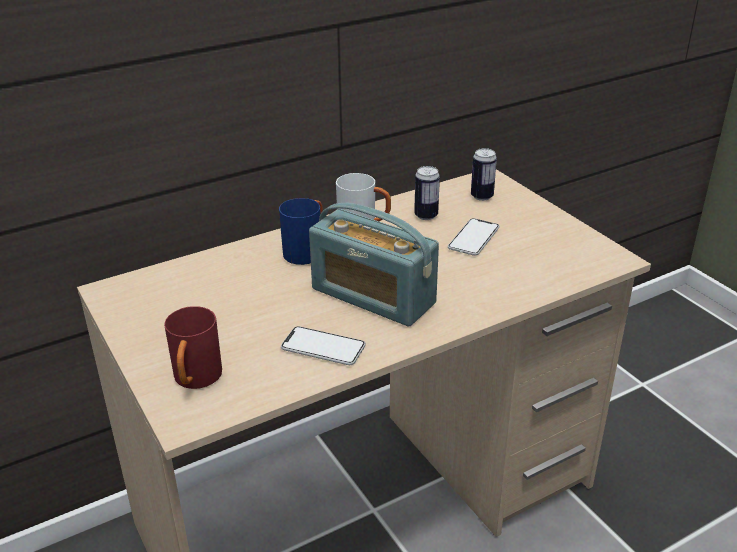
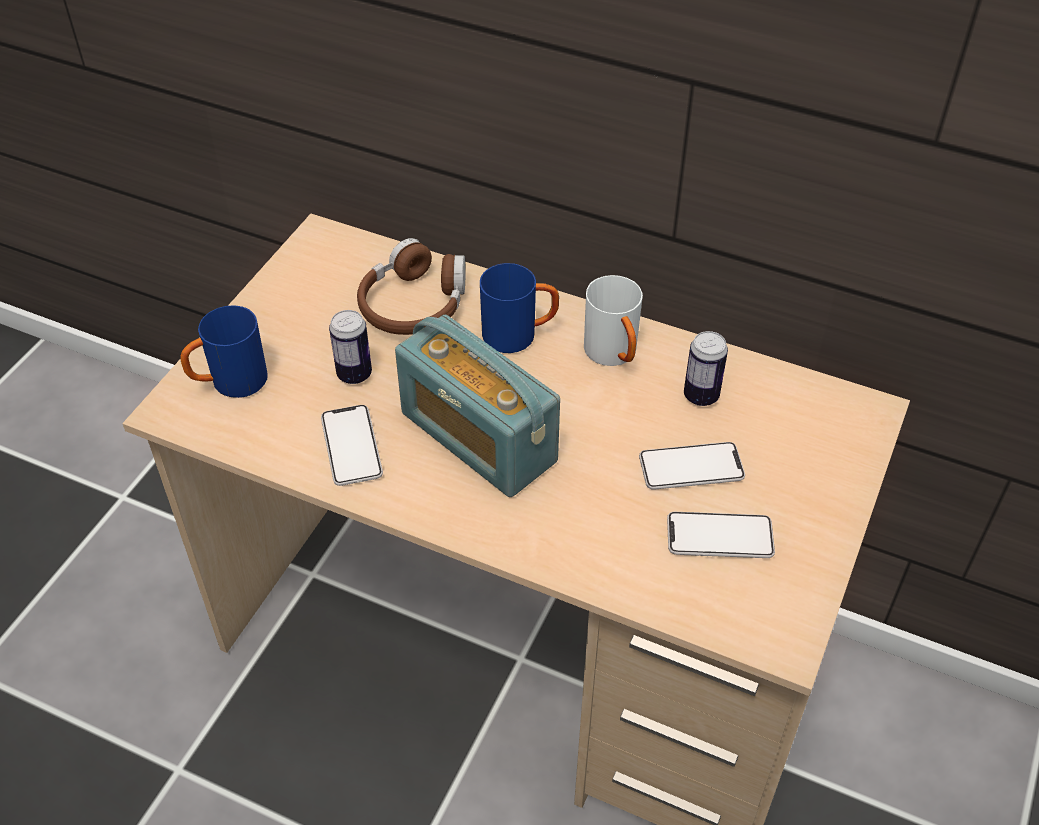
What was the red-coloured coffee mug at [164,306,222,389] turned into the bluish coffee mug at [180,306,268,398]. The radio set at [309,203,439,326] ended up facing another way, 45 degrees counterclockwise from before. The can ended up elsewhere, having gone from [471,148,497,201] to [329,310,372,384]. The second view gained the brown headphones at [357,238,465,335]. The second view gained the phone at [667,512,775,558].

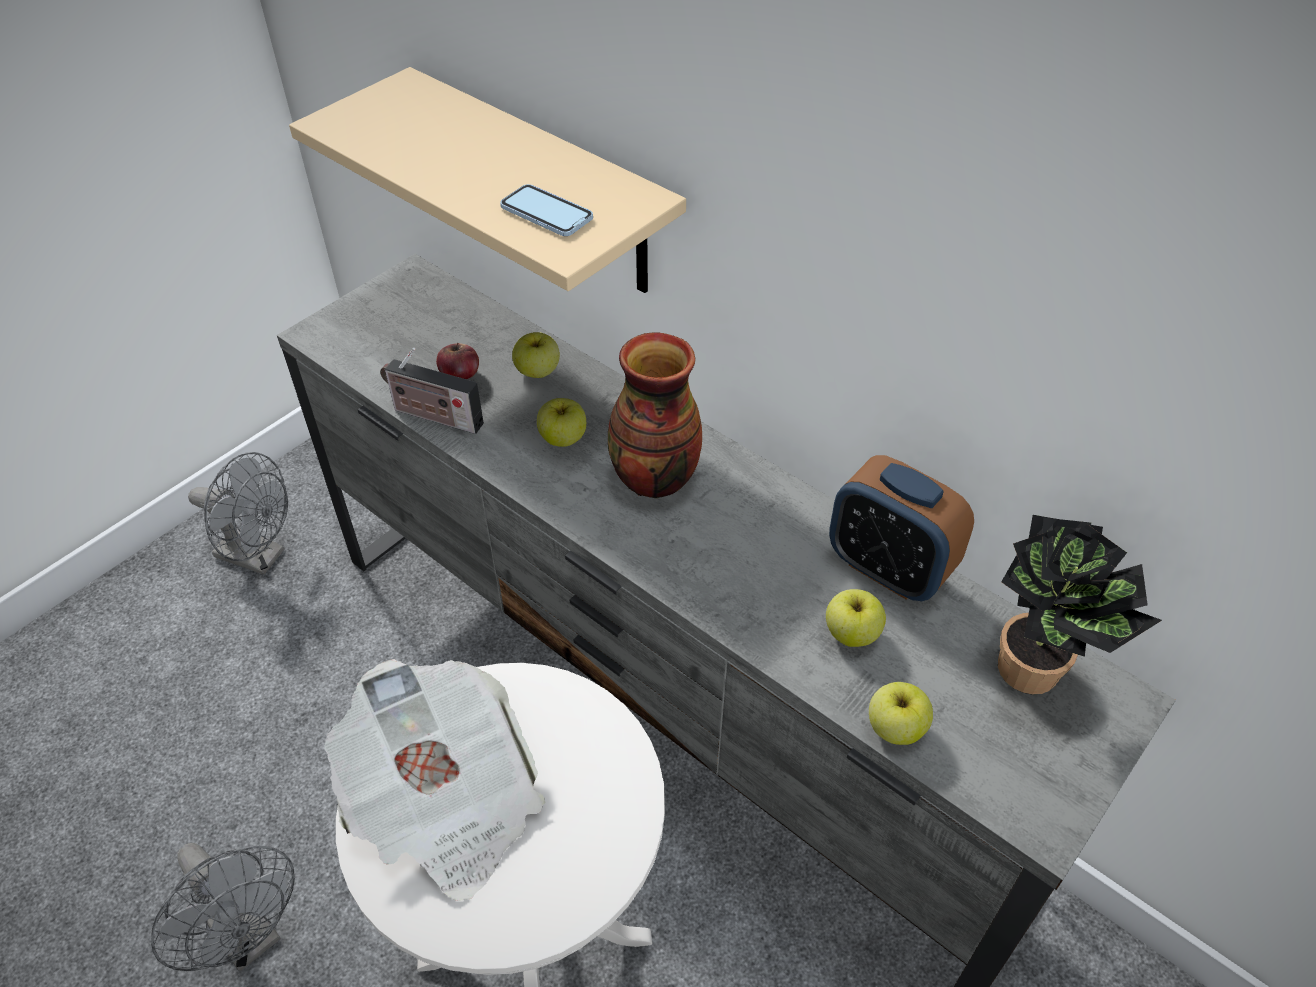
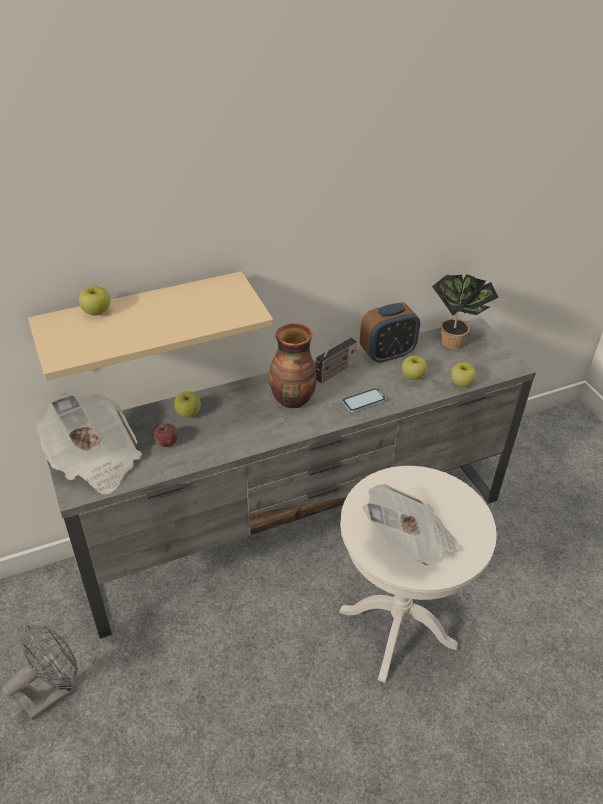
The second view lost the greyish electric fan at [151,843,295,971]. The radio set ended up elsewhere, having gone from [380,348,484,434] to [315,338,357,383]. The phone ended up elsewhere, having gone from [500,184,593,236] to [342,388,386,412]. The apple ended up elsewhere, having gone from [537,398,586,447] to [79,286,110,316]. The second view gained the newspaper at [37,393,142,494].

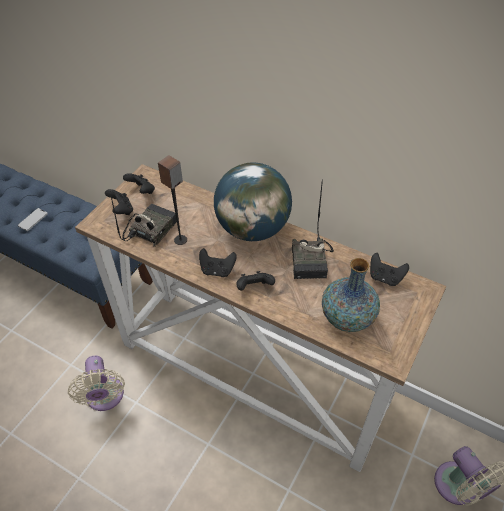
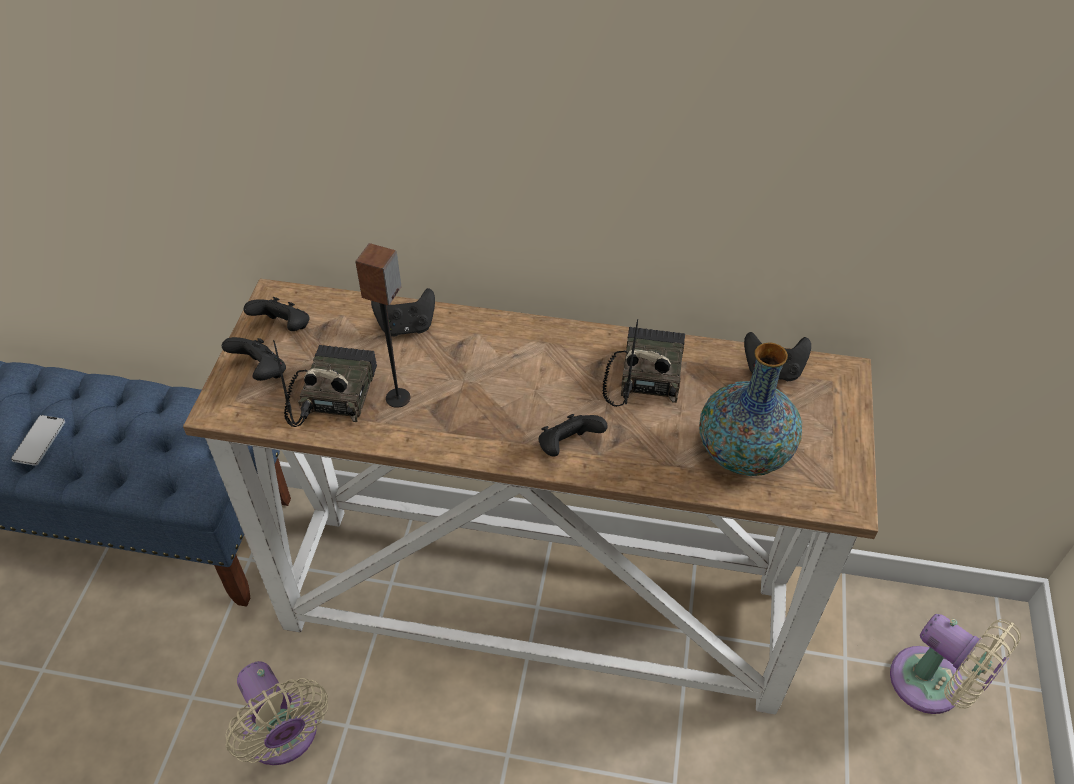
The blackish game controller ended up elsewhere, having gone from [199,248,237,277] to [371,288,435,336]. The second view lost the desk globe at [214,162,292,241]. The radio set at [292,179,334,279] ended up facing another way, 150 degrees counterclockwise from before.

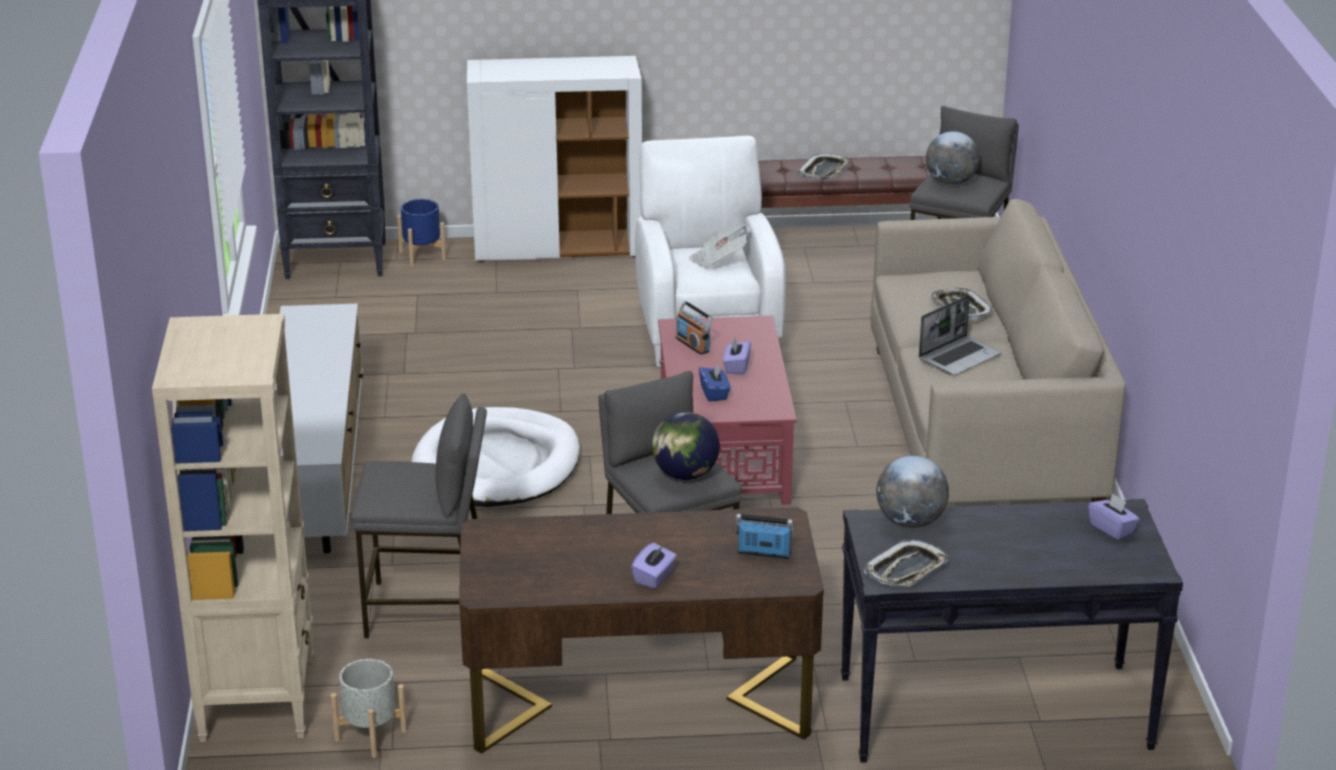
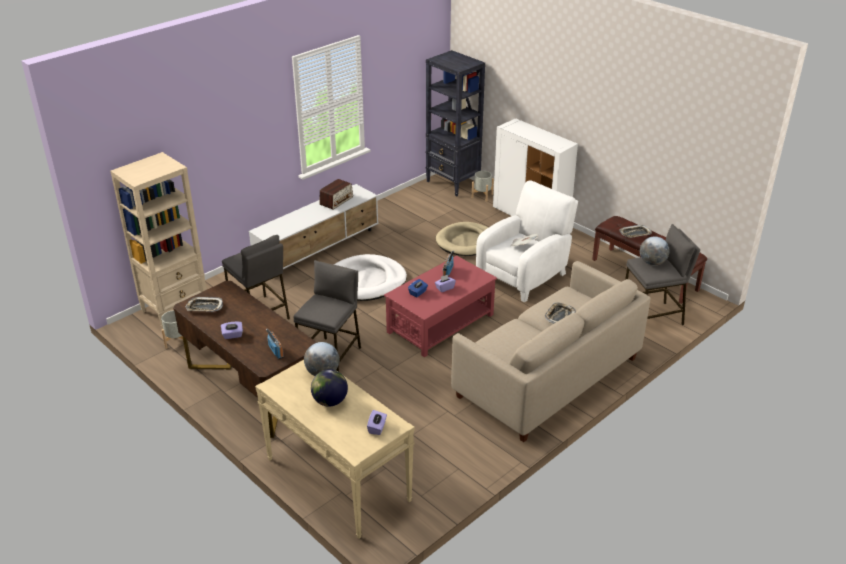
What was the bluish planter at [397,199,446,267] turned into the greyish planter at [472,171,494,202]. The desk globe ended up elsewhere, having gone from [652,412,720,480] to [311,369,348,407]. What was the blackish narrow table at [841,499,1183,763] turned into the sand-coloured narrow table at [255,360,415,539]. The serving tray ended up elsewhere, having gone from [864,539,948,586] to [186,297,223,312]. The second view lost the notebook computer at [919,295,1001,375]. The second view gained the radio set at [320,179,353,210]. The second view gained the sand-coloured dog bed at [436,222,488,256].

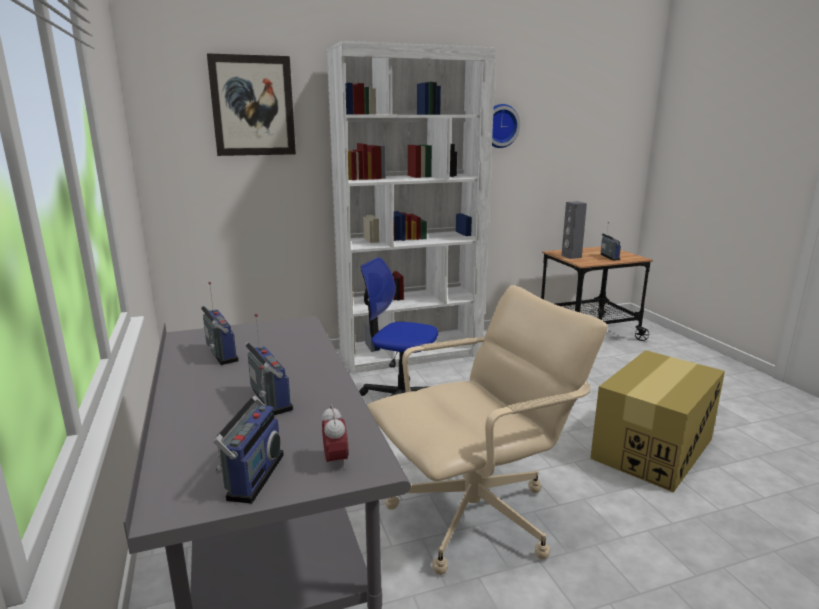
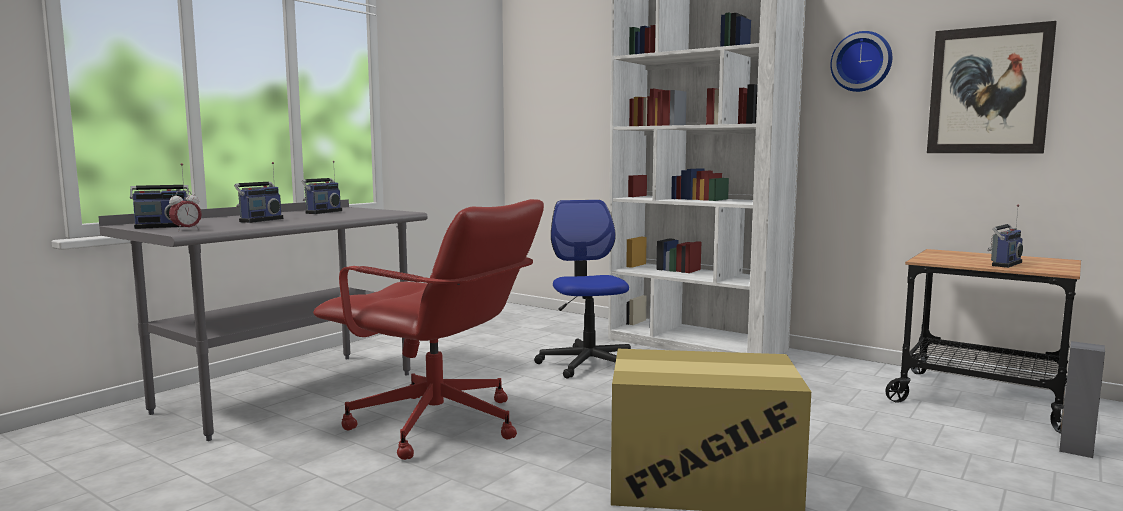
The wall picture ended up elsewhere, having gone from [207,53,296,156] to [927,21,1057,154]. What was the sand-coloured office chair at [367,285,608,575] turned into the red-coloured office chair at [313,199,544,460]. The greyish speaker ended up elsewhere, having gone from [561,201,587,259] to [1059,341,1105,458].

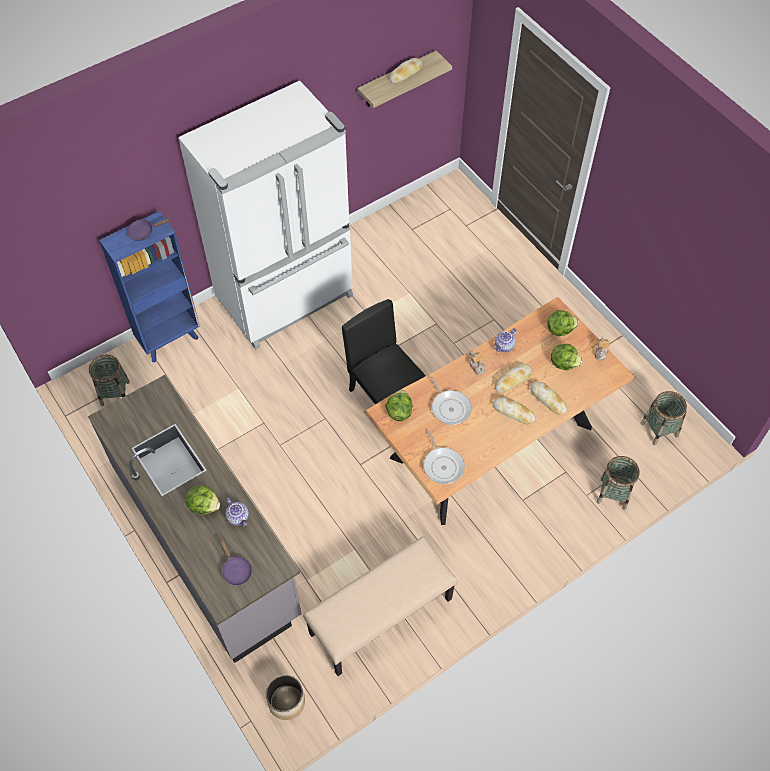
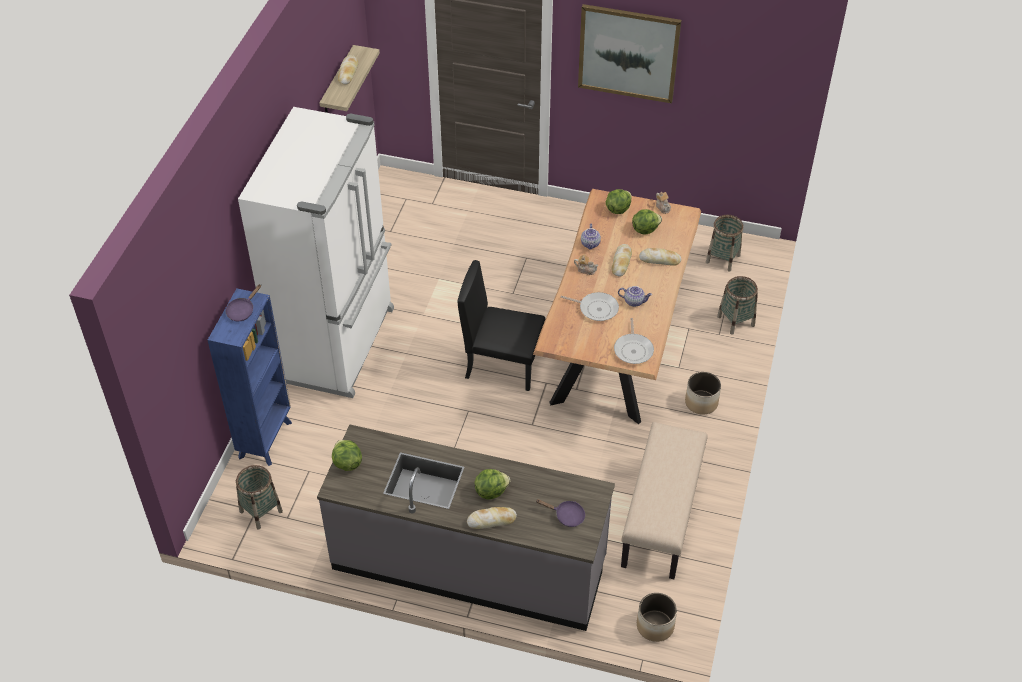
The tea pot ended up elsewhere, having gone from [226,498,249,527] to [618,286,652,307]. The lettuce head ended up elsewhere, having gone from [385,390,413,421] to [332,440,362,471]. The pan at [424,430,465,484] ended up facing another way, 60 degrees clockwise from before. The bread ended up elsewhere, having gone from [493,397,535,424] to [467,507,517,529]. The second view gained the wall picture at [578,4,682,103]. The second view gained the planter at [685,372,721,415].

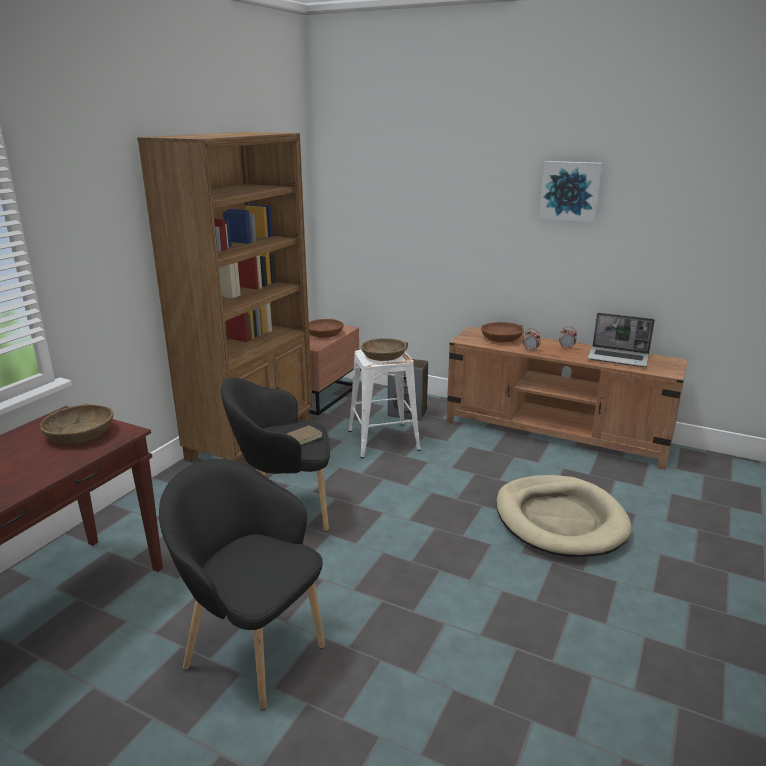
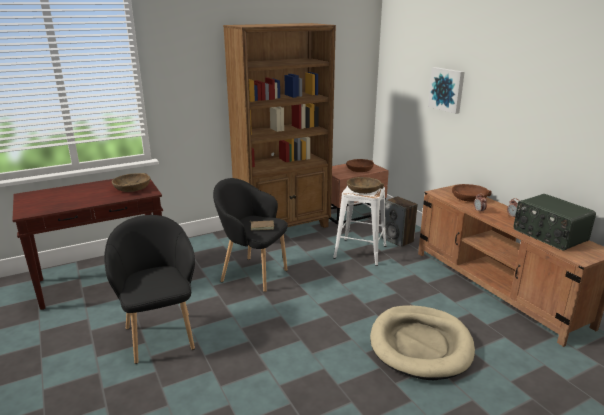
The wall picture ended up elsewhere, having gone from [539,161,603,223] to [428,67,465,114]. Where the notebook computer stood at [588,313,655,367], the radio set came to stand at [513,194,596,251].

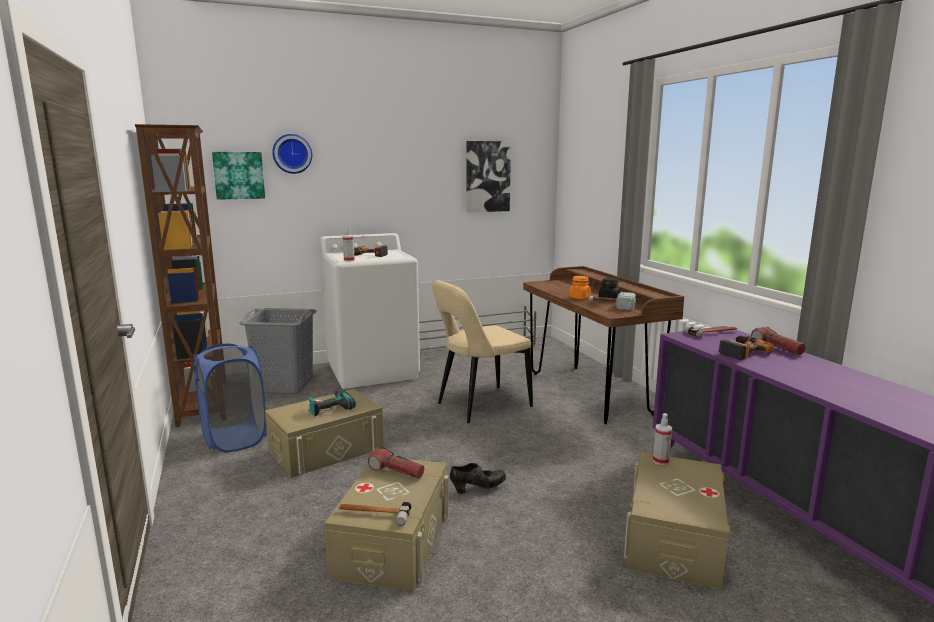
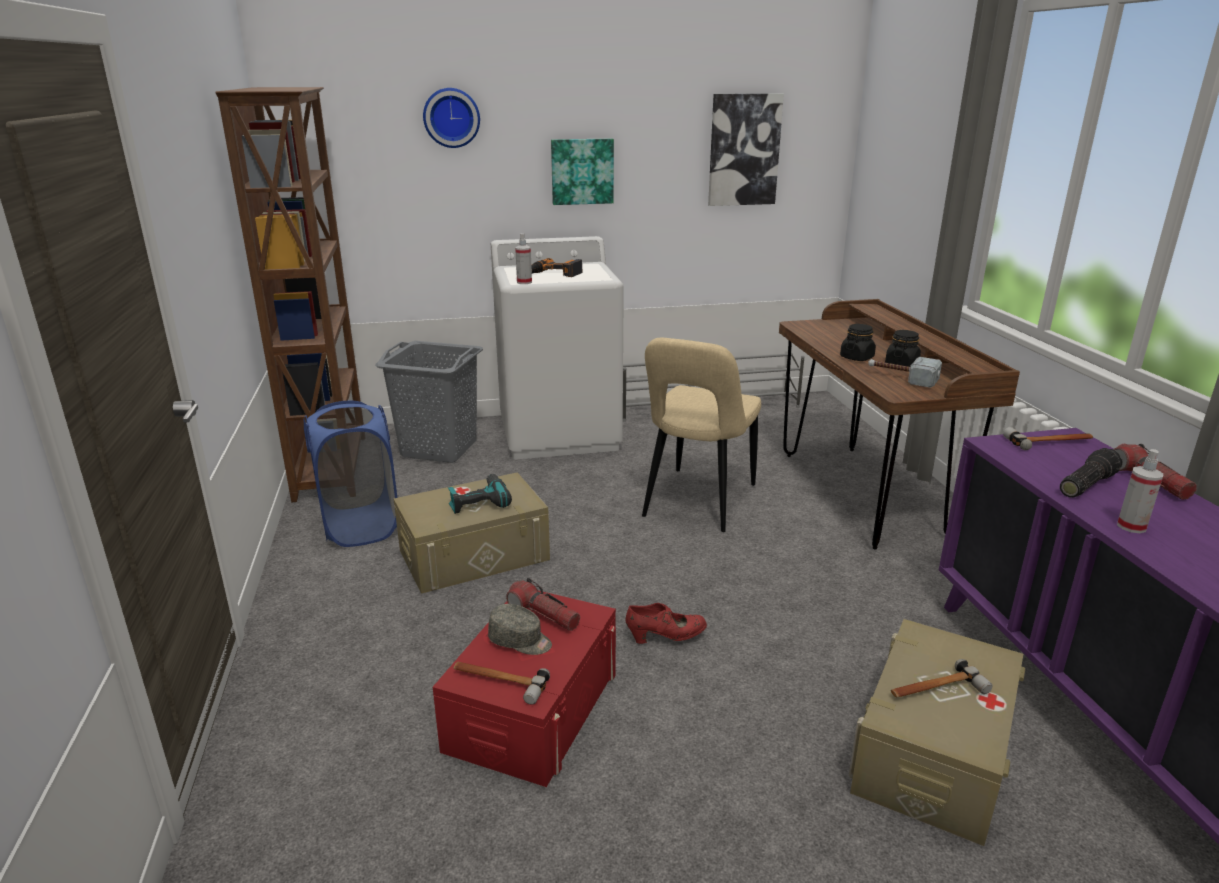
The wall picture ended up elsewhere, having gone from [212,152,265,200] to [551,139,614,205]. What was the sand-coloured storage container at [325,459,449,591] turned into the red-coloured storage container at [433,591,616,787]. The sand-coloured chair at [432,280,533,423] ended up facing another way, 45 degrees counterclockwise from before. What was the blackish item of footwear at [450,463,506,494] turned into the red-coloured item of footwear at [626,603,707,644]. What was the orange storage jar at [569,276,591,299] turned into the blackish storage jar at [840,324,876,361]. The hand sprayer ended up elsewhere, having gone from [653,413,672,465] to [1117,449,1163,533]. Where the power drill stood at [719,335,774,360], the torch came to stand at [1060,448,1122,498]. The second view gained the greyish cap at [488,604,552,655]. The second view gained the hammer at [891,659,992,697].

